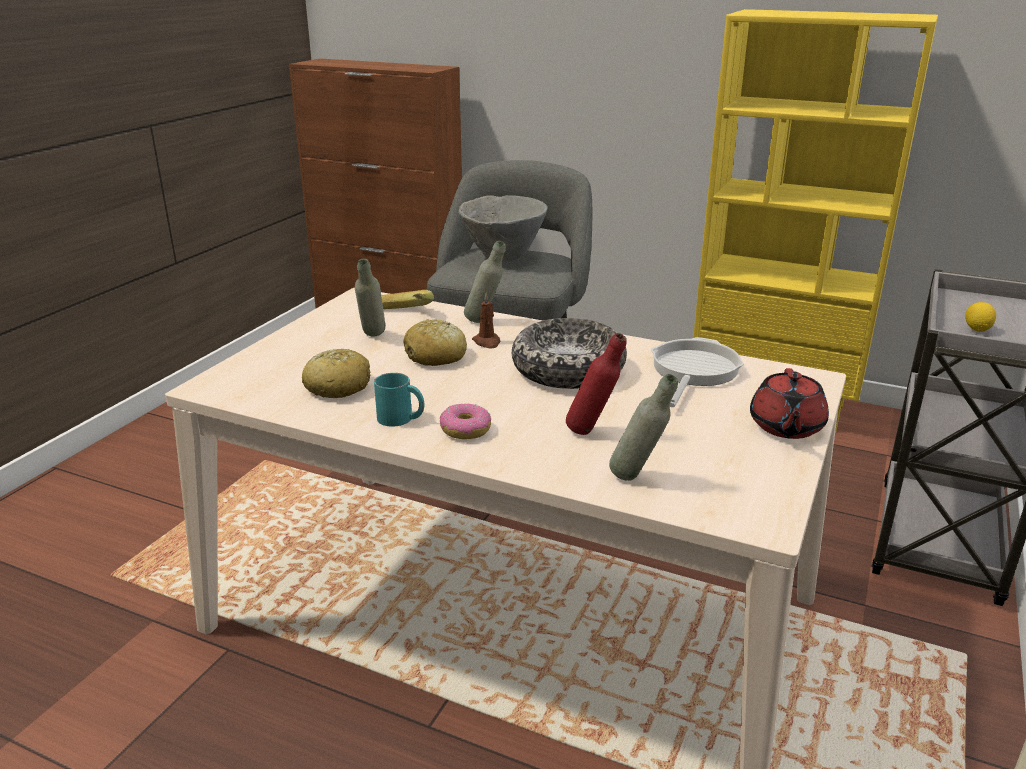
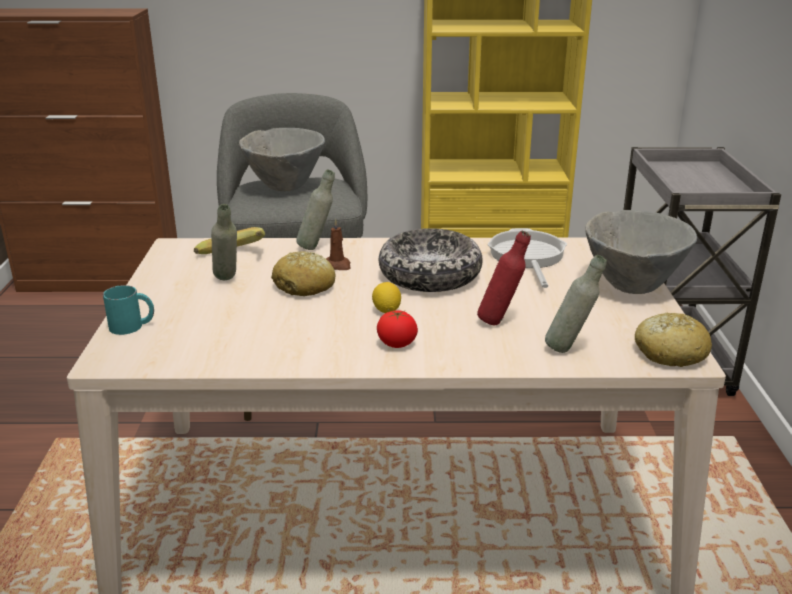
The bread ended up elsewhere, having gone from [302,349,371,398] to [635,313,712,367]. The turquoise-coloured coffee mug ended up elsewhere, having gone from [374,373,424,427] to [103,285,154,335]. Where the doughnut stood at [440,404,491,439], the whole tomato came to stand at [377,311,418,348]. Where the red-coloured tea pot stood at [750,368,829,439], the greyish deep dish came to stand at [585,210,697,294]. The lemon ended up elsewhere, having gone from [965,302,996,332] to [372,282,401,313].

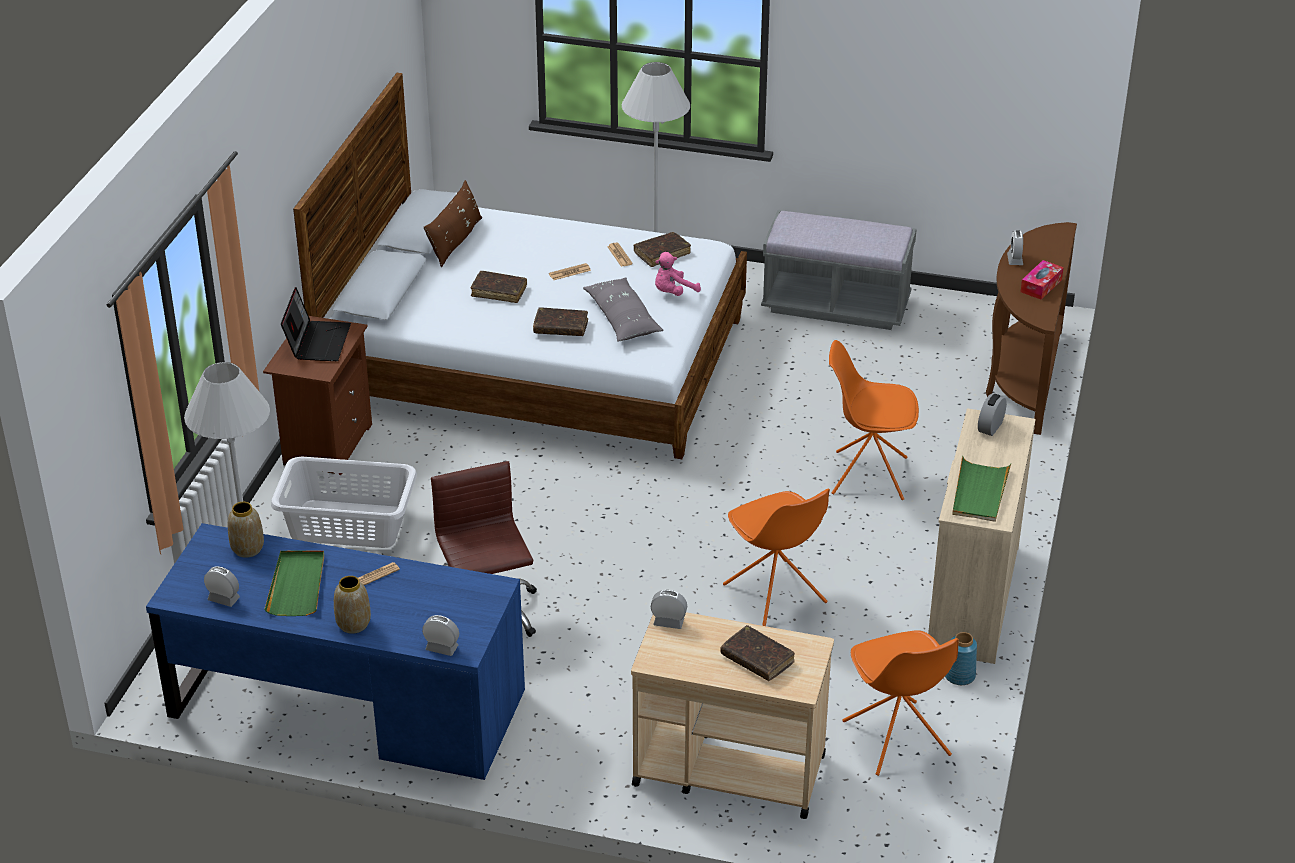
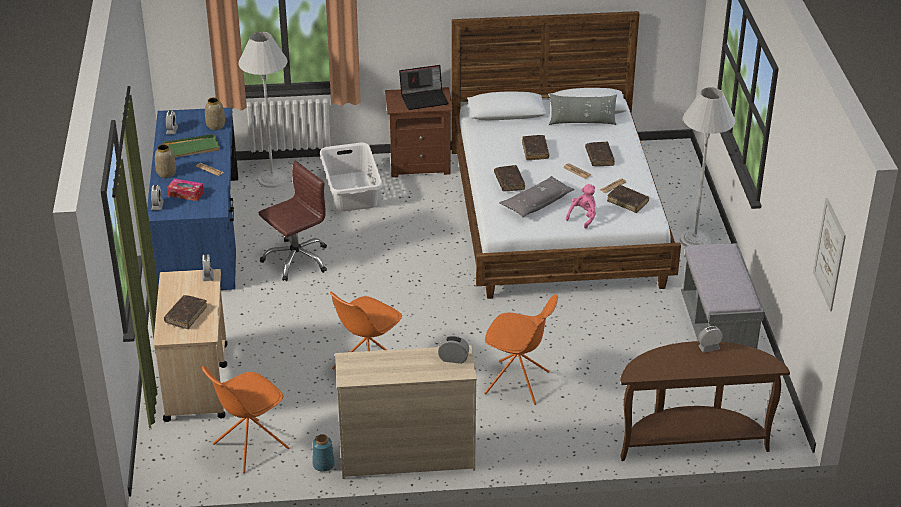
What was the brown throw pillow at [424,180,482,267] turned into the greyish throw pillow at [549,94,617,125]. The pinkish cuddly toy at [655,252,701,296] ended up facing another way, 90 degrees clockwise from before. The orange chair at [829,340,919,500] ended up facing another way, 120 degrees clockwise from before. The second view lost the greenish serving tray at [952,456,1011,522]. The tissue box ended up elsewhere, having gone from [1021,260,1064,300] to [167,179,204,201]. The second view gained the brown book at [585,142,615,166]. The second view gained the wall picture at [813,198,846,311].

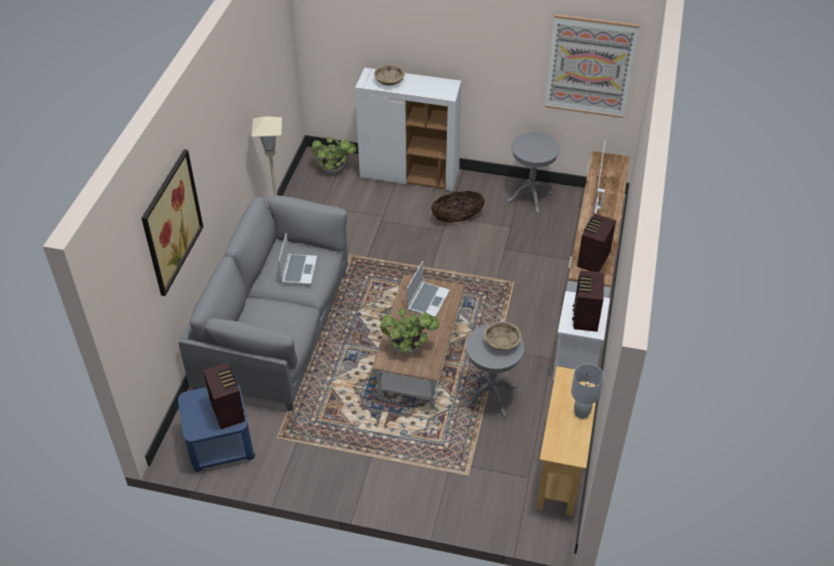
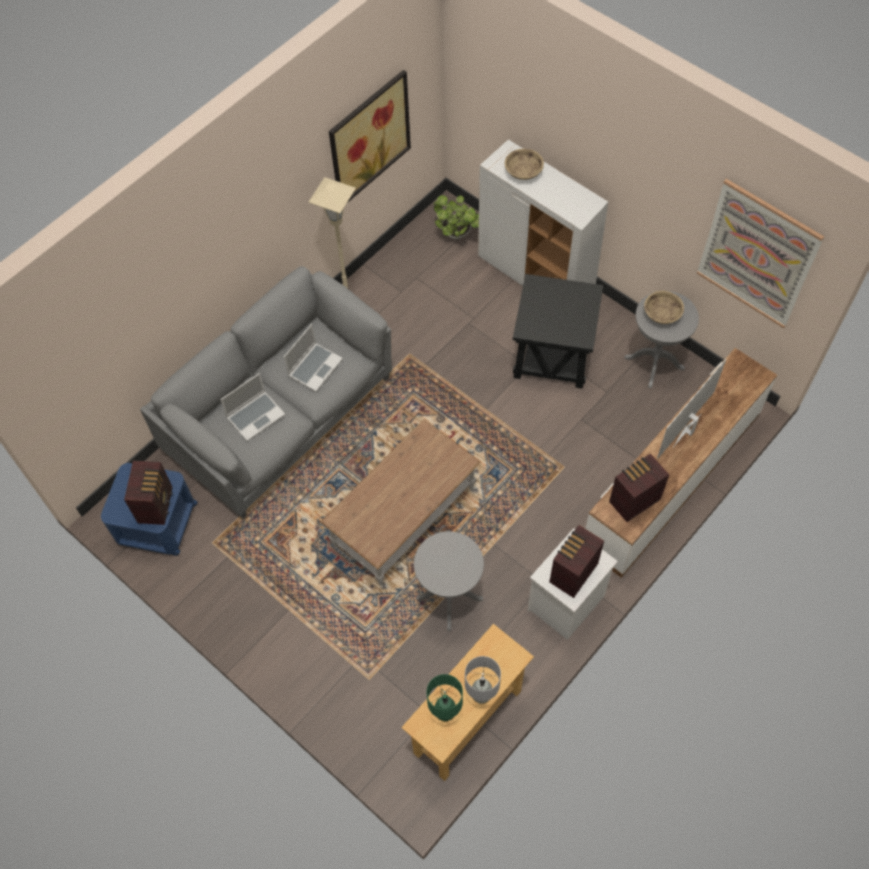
The wall picture ended up elsewhere, having gone from [141,149,203,296] to [329,70,411,203]. The second view lost the houseplant at [380,308,439,353]. The notebook computer ended up elsewhere, having gone from [407,261,450,317] to [220,373,285,441]. Where the storage basket stood at [431,191,485,223], the blackish side table came to stand at [513,274,603,389]. The sand-coloured deep dish ended up elsewhere, having gone from [484,321,521,351] to [644,291,684,324]. The second view gained the greenish tabletop lamp at [427,674,463,721].

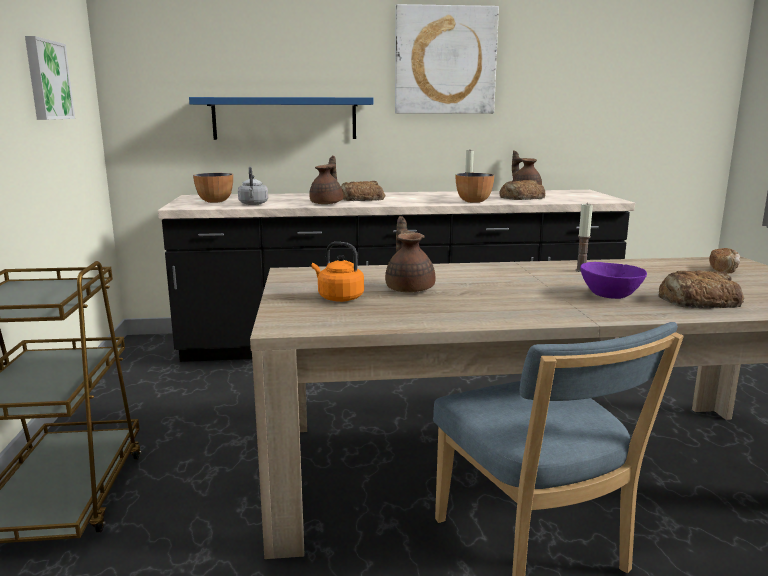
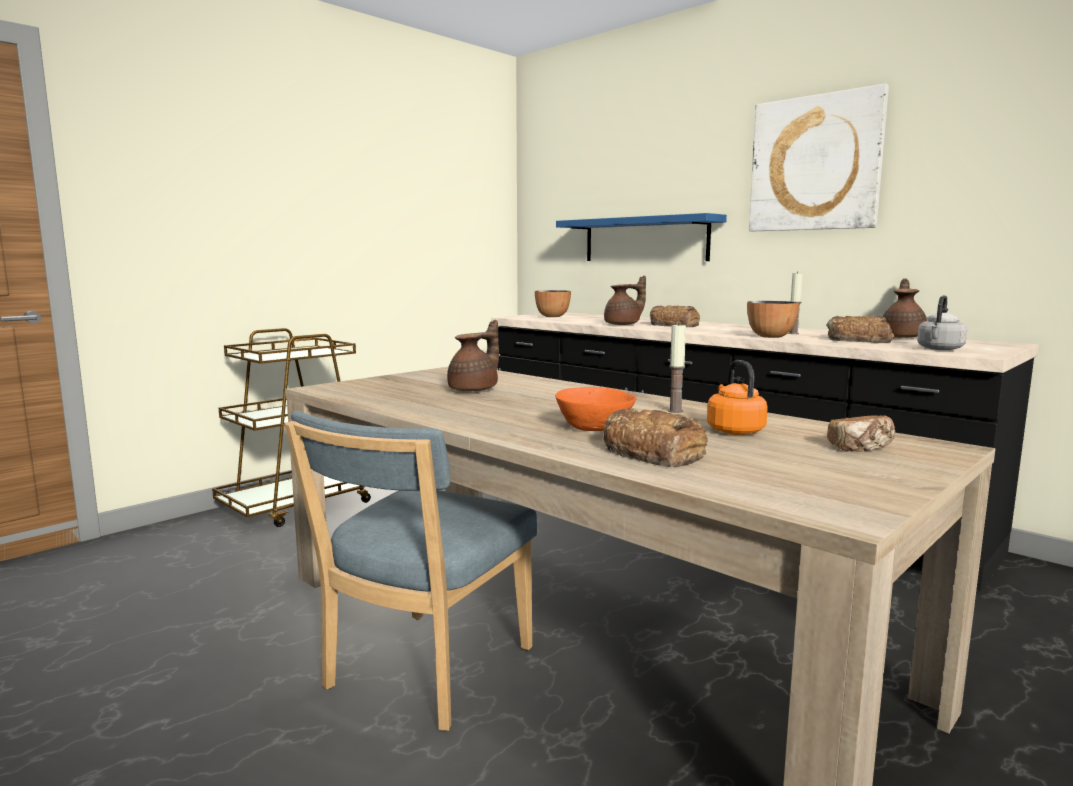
The second view lost the wall picture at [25,36,75,120]. The greyish kettle ended up elsewhere, having gone from [238,167,268,205] to [917,295,967,350]. The orange kettle ended up elsewhere, having gone from [312,242,364,302] to [707,360,768,435]. What was the purple-coloured deep dish at [580,262,647,299] turned into the orange deep dish at [555,387,637,431].

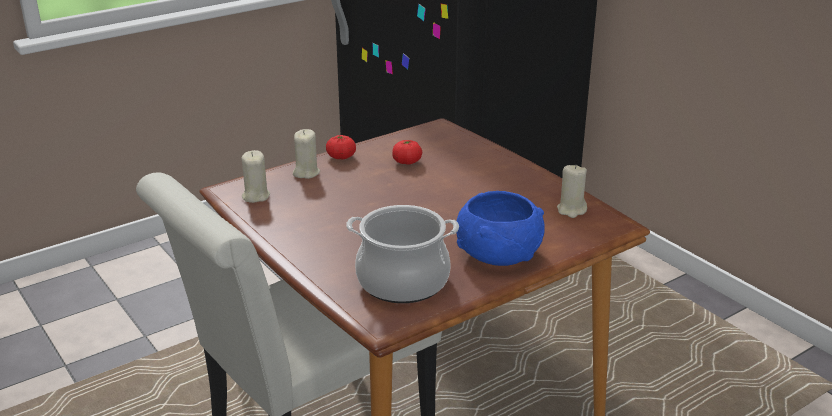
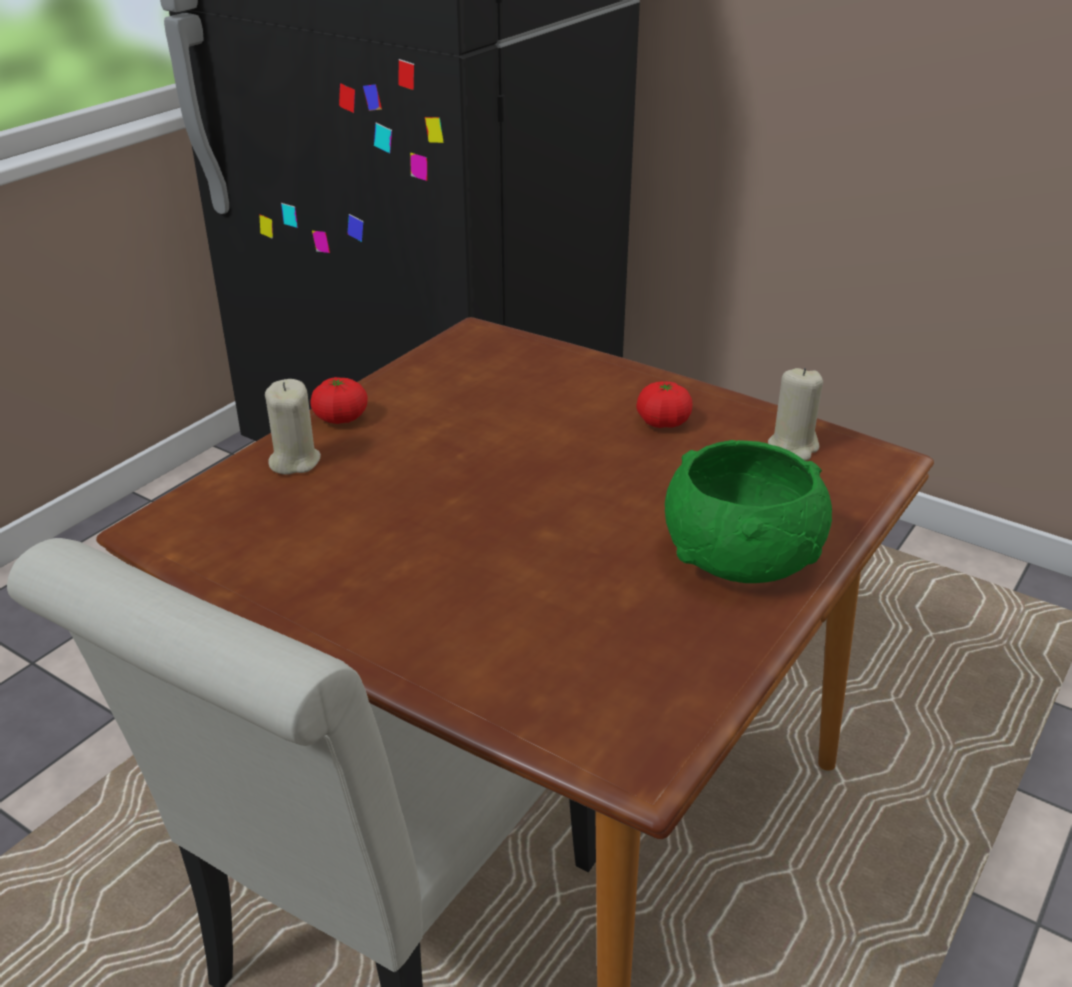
The second view lost the sand-coloured wax light at [241,150,270,203]. The second view lost the stockpot at [346,205,459,303]. The whole tomato ended up elsewhere, having gone from [392,140,422,165] to [637,381,693,428]. What was the bluish deep dish at [456,191,545,266] turned into the greenish deep dish at [665,440,832,583].

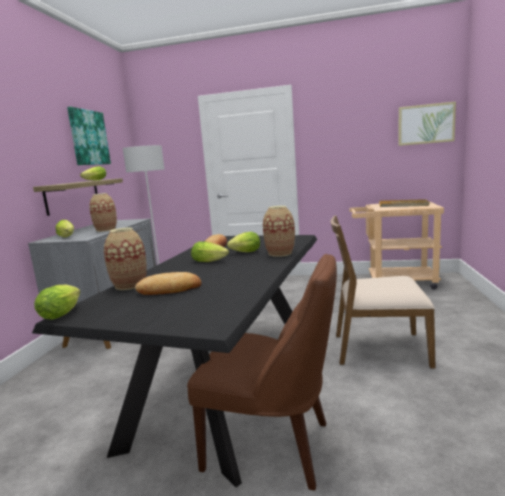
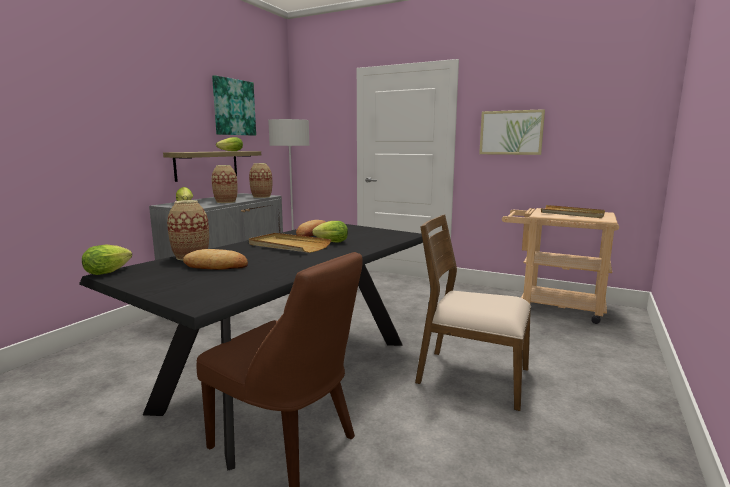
Where the lettuce head stood at [191,241,229,262], the sand-coloured serving tray came to stand at [249,233,331,253]. The flower vase ended up elsewhere, having gone from [263,206,295,257] to [249,163,272,198]. The wall picture ended up elsewhere, having gone from [398,102,456,146] to [479,109,545,155].

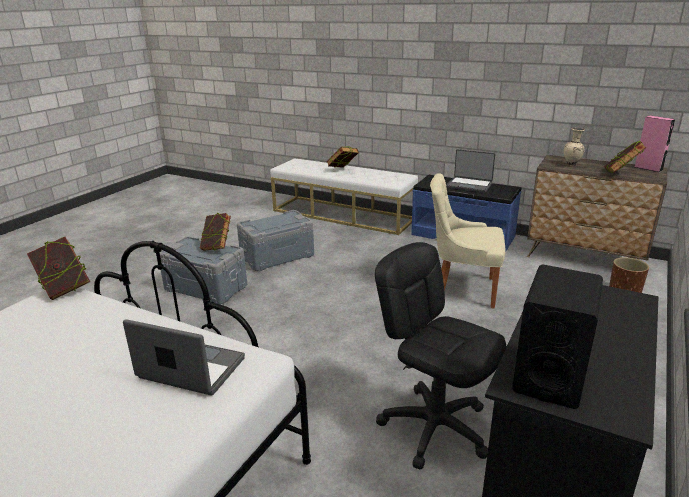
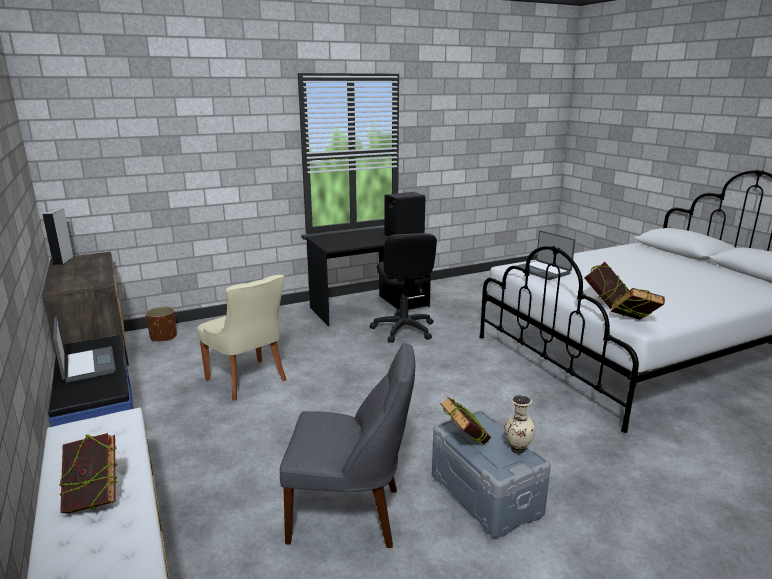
Where the greyish storage container stood at [237,210,314,271], the greyish chair came to stand at [280,343,415,548]. The sand-coloured flower vase ended up elsewhere, having gone from [564,127,585,166] to [504,395,535,454]. The book ended up elsewhere, having gone from [604,141,647,173] to [584,262,629,309]. What was the pinkish speaker at [635,116,675,172] turned into the greyish speaker at [43,209,74,265].

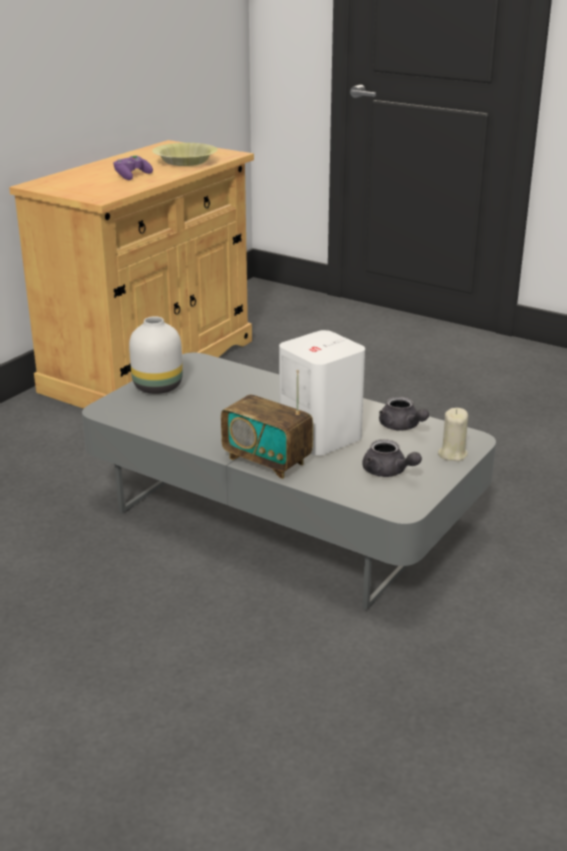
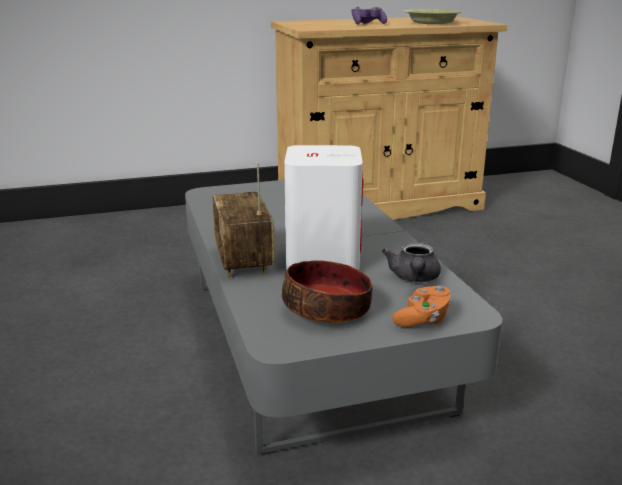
The second view lost the white-coloured flower vase at [129,316,183,394]. Where the greyish tea pot stood at [362,439,422,477], the deep dish came to stand at [282,260,373,323]. Where the sand-coloured wax light stood at [438,408,468,461], the orange game controller came to stand at [392,286,452,327].

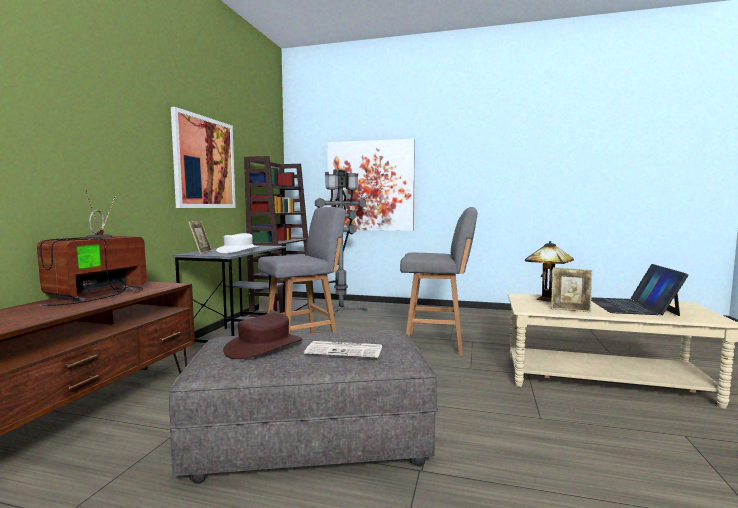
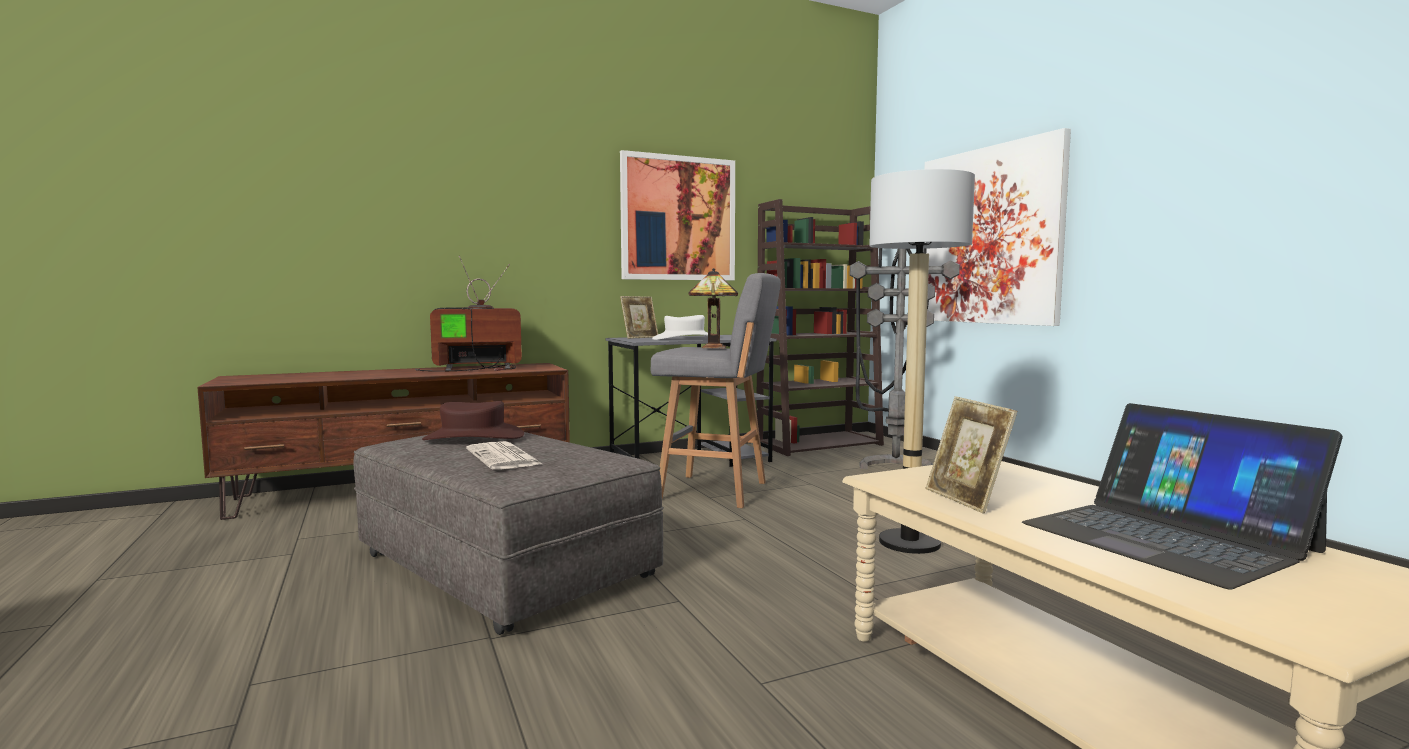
Where the greyish sitting stool stood at [400,207,477,356], the floor lamp came to stand at [869,169,975,554]. The tabletop lamp ended up elsewhere, having gone from [525,241,574,302] to [689,268,738,348]. The notebook computer at [591,264,688,316] ended up facing another way, 90 degrees counterclockwise from before.

